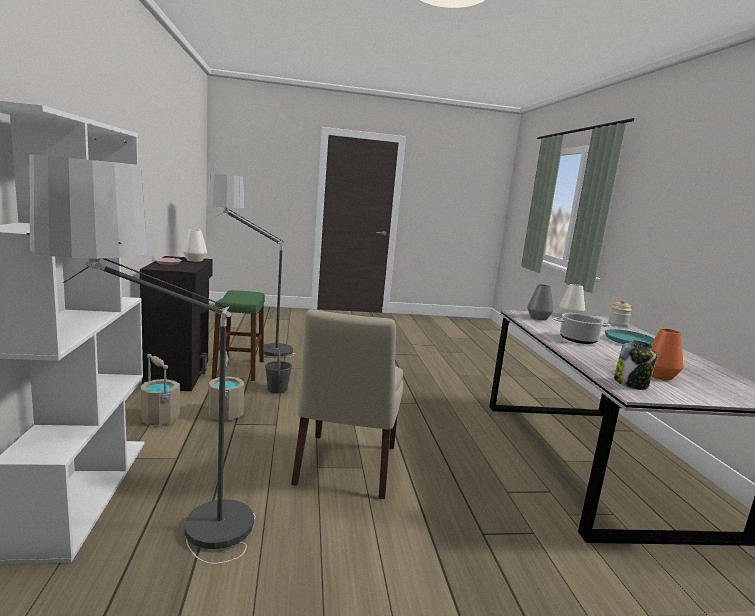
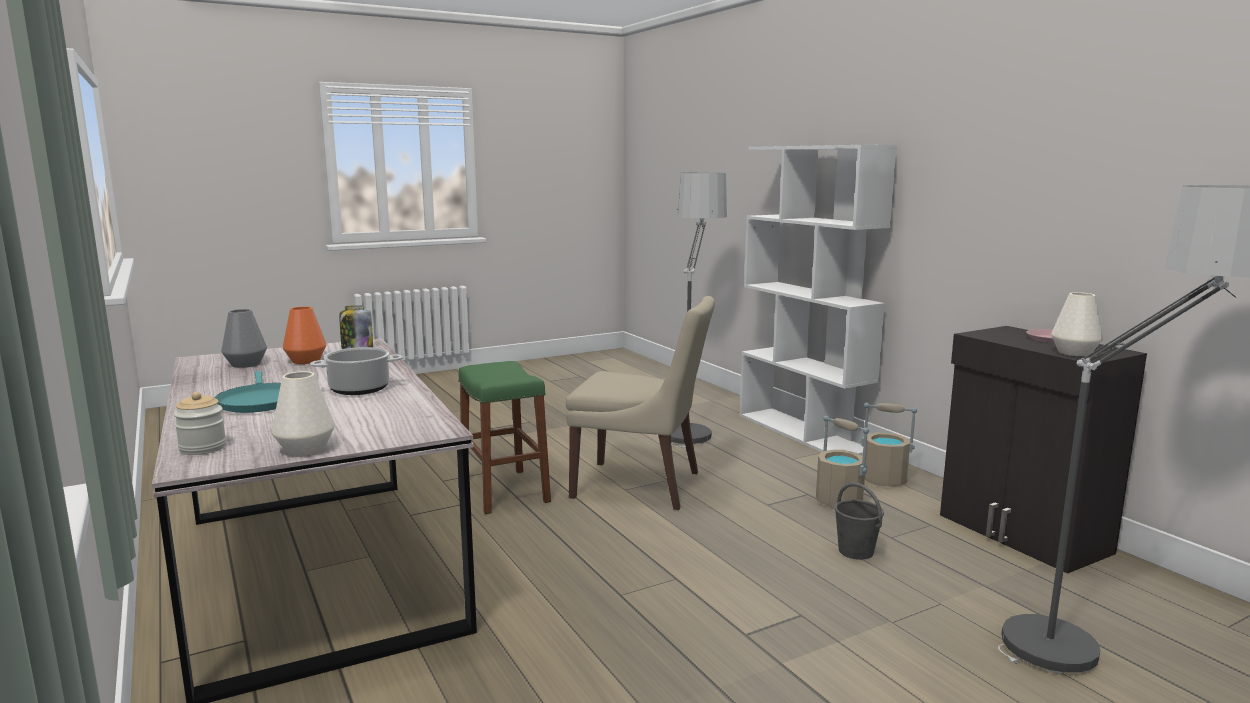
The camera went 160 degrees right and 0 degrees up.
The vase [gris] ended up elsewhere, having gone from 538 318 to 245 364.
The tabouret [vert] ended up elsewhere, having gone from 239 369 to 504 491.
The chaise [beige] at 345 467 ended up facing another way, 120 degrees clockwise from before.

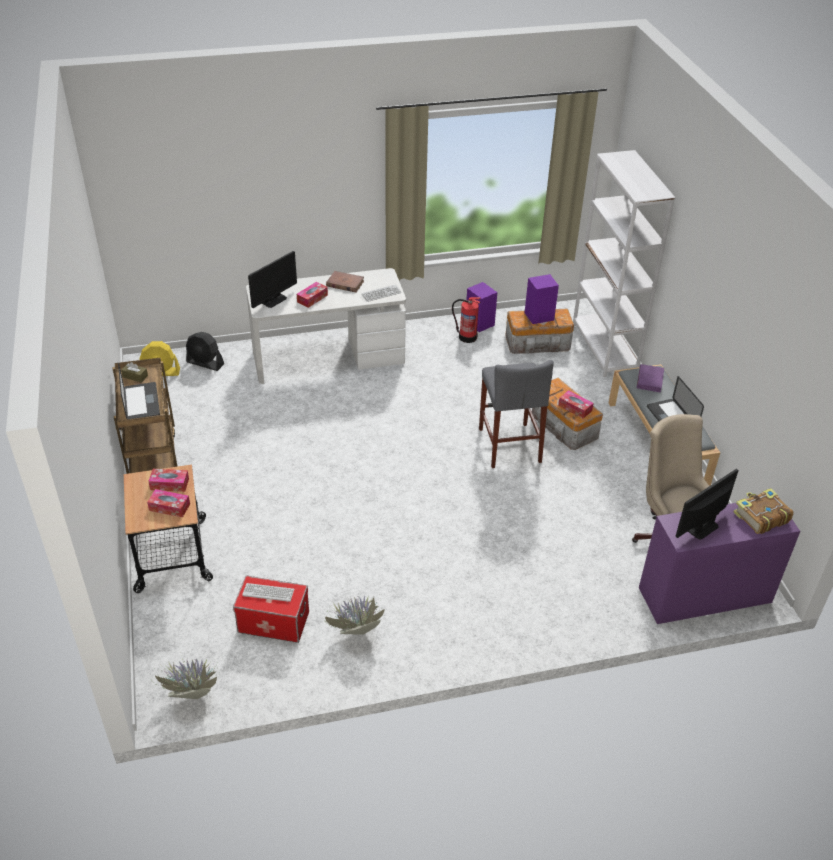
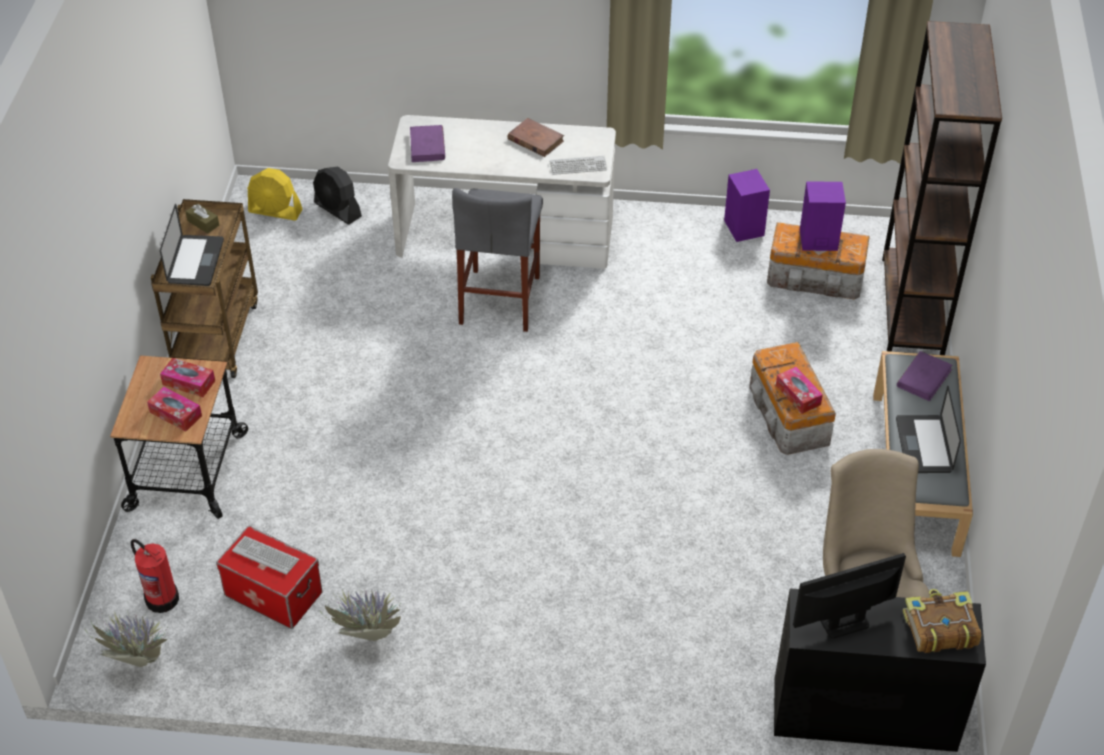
The camera went 20 degrees right and 5 degrees up.
The extincteur ended up elsewhere, having gone from 467 337 to 161 598.
Where the écran d'ordinateur stood at 273 300, the livre [violet] came to stand at 427 146.
The tabouret [gris] ended up elsewhere, having gone from 509 445 to 500 300.
What was the bureau [violet] at 705 595 turned into the bureau [noir] at 864 714.
What was the bibliothèque [blanc] at 604 348 turned into the bibliothèque [marron] at 912 306.
The second view lost the boîte à mouchoirs at 312 298.

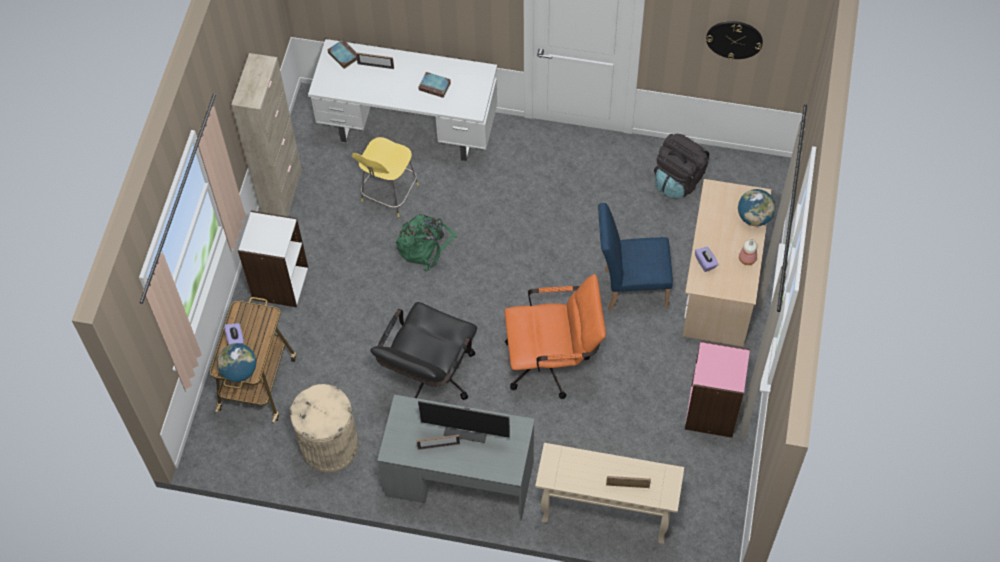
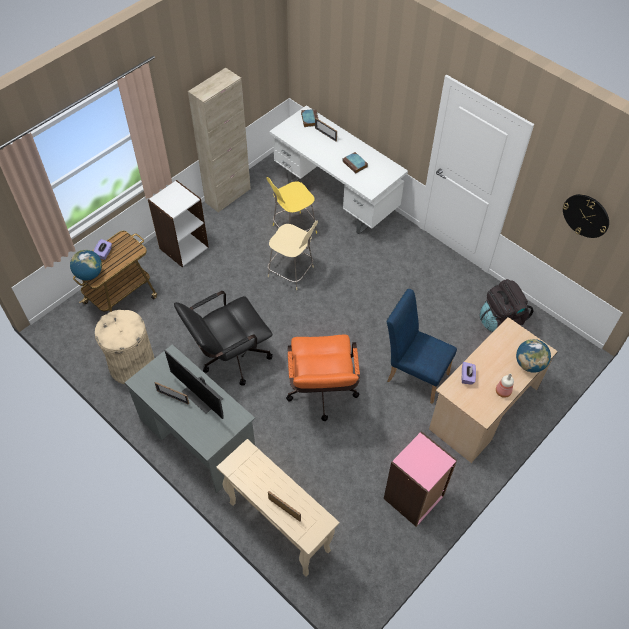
The camera went 30 degrees right and 5 degrees down.
Where the sac à dos [vert] stood at 425 246, the tabouret [beige] came to stand at 292 272.
The chaise de bureau [orange] at 553 362 ended up facing another way, 60 degrees clockwise from before.

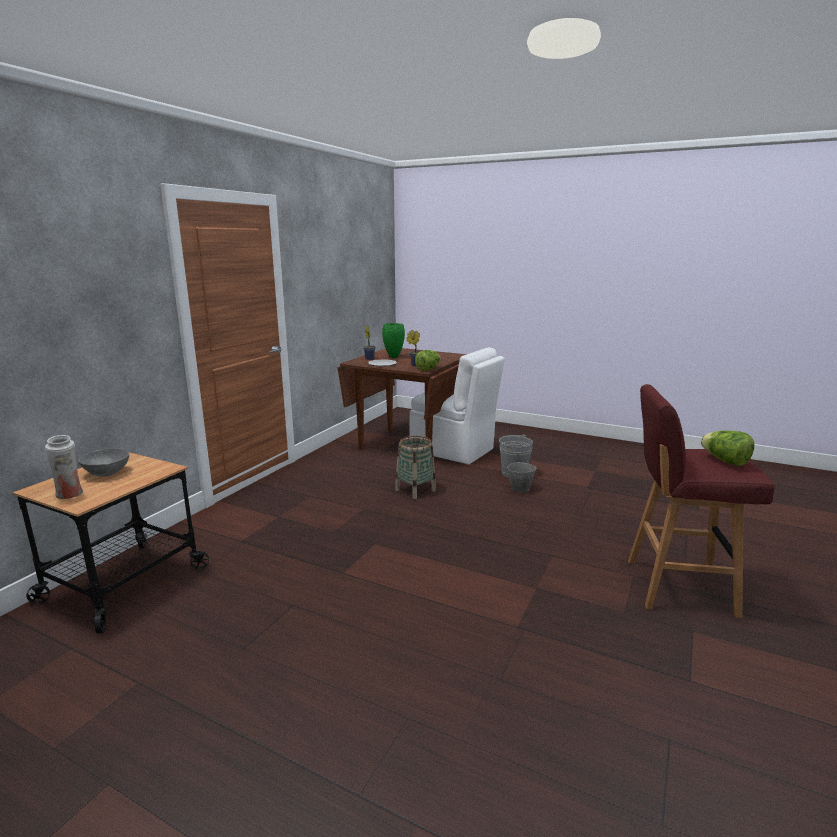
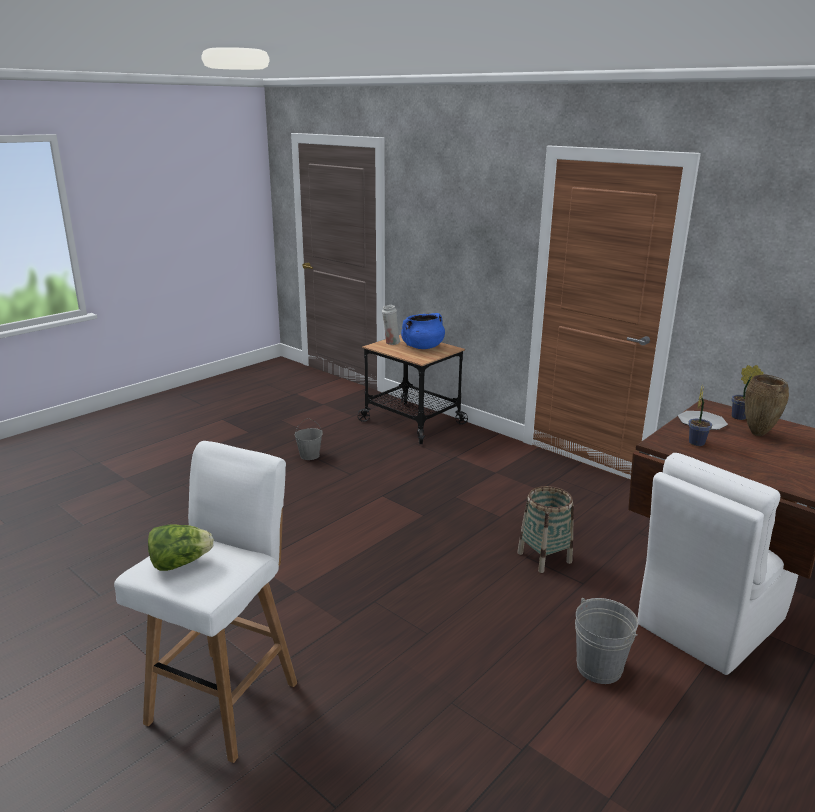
The camera went 105 degrees right and 5 degrees up.
What was the tabouret [rouge] at 676 586 turned into the tabouret [blanc] at 226 700.
The seau [gris] ended up elsewhere, having gone from 520 488 to 309 455.
Where the bol [gris] stood at 107 473, the marmite [bleu] came to stand at 422 347.
What was the vase [vert] at 394 357 turned into the vase [marron] at 758 434.
The second view lost the laitue at 428 369.

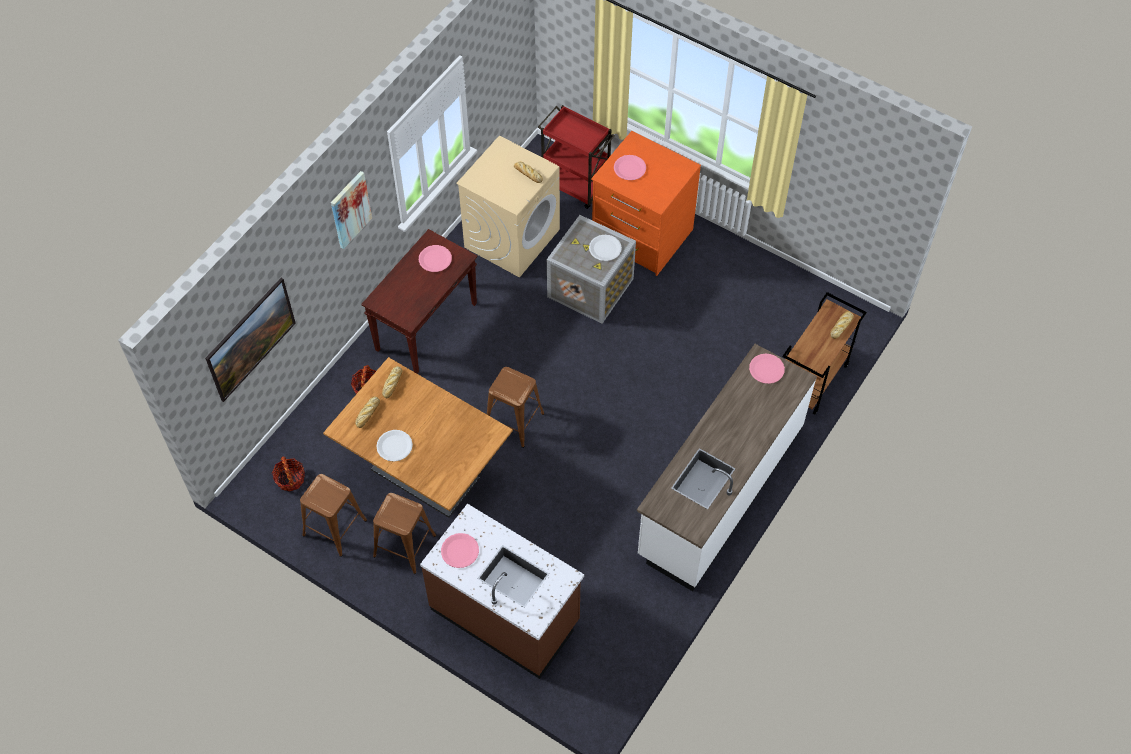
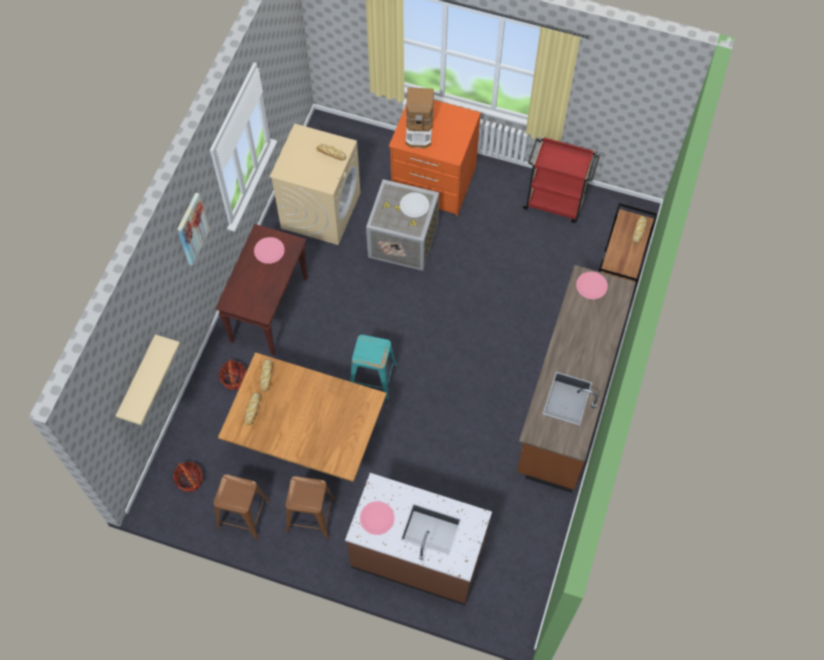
The camera went 15 degrees left and 5 degrees up.
Where the tableau hung at 254 350, the étagère [beige] came to hang at 138 379.
What was the tabouret [marron] at 514 421 turned into the tabouret [turquoise] at 373 377.
Where the assiette [rose] stood at 630 168, the machine à café came to stand at 420 129.
What was the comptoir de cuisine [blanc] at 719 491 turned into the comptoir de cuisine [marron] at 568 397.
The chariot [rouge] ended up elsewhere, having gone from 575 185 to 555 202.
The second view lost the assiette [blanc] at 394 446.

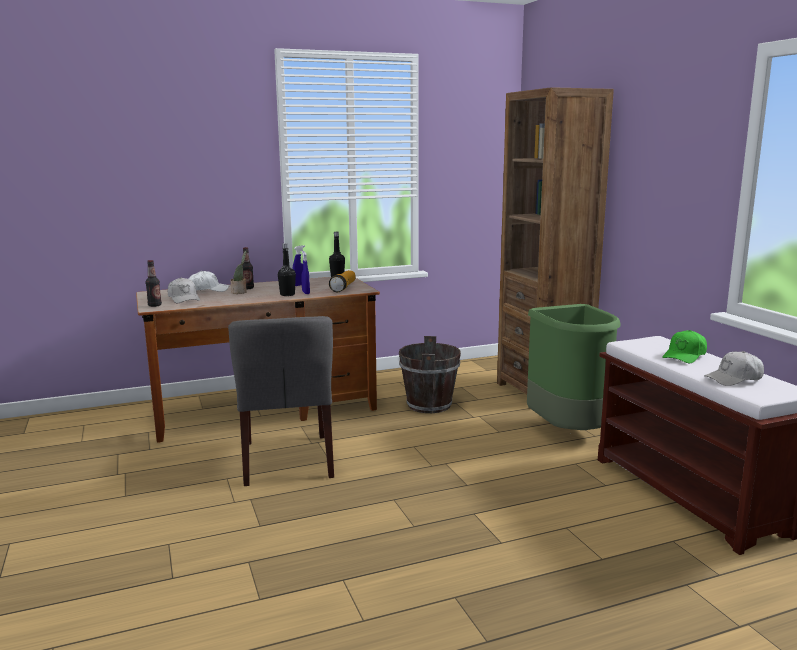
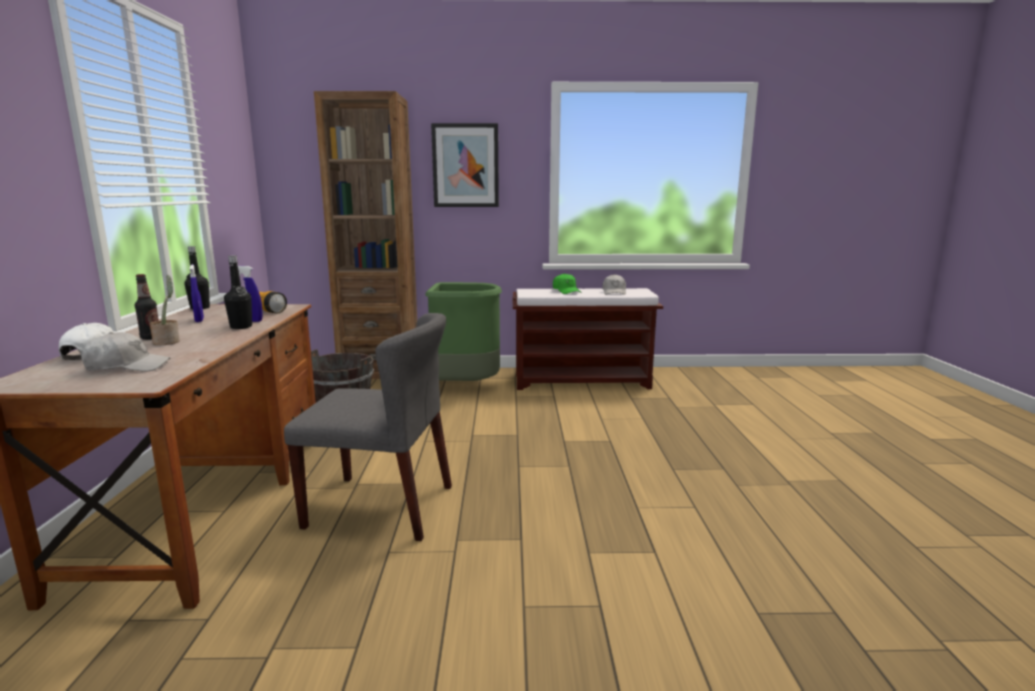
The camera went 70 degrees left and 0 degrees up.
The second view gained the tableau at 465 166.
The second view lost the bouteille at 154 305.

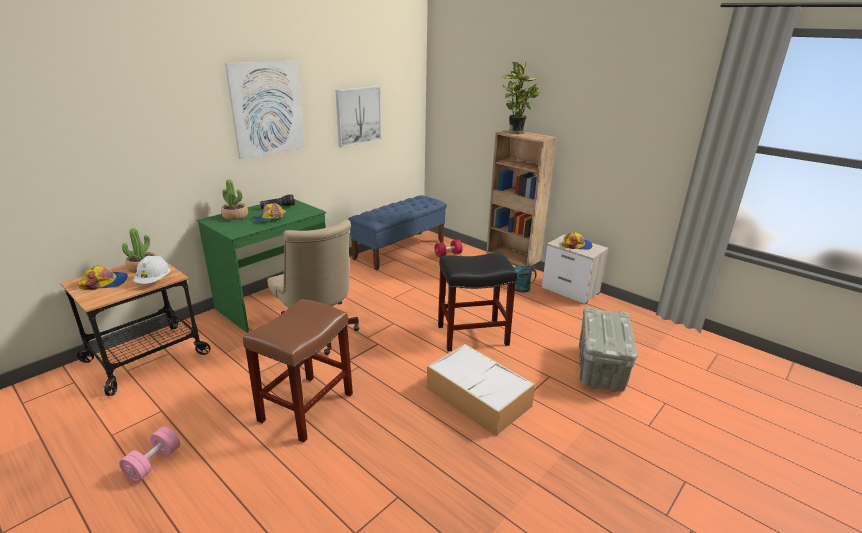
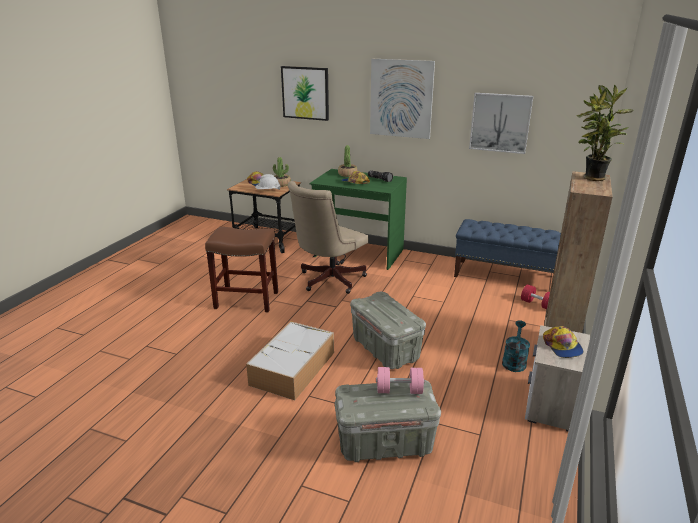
The camera went 70 degrees right and 0 degrees up.
The second view gained the tableau at 305 93.
Where the tabouret [noir] stood at 473 335, the boîte de rangement [gris] came to stand at 386 349.
The haltère [rose] ended up elsewhere, having gone from 153 463 to 399 390.

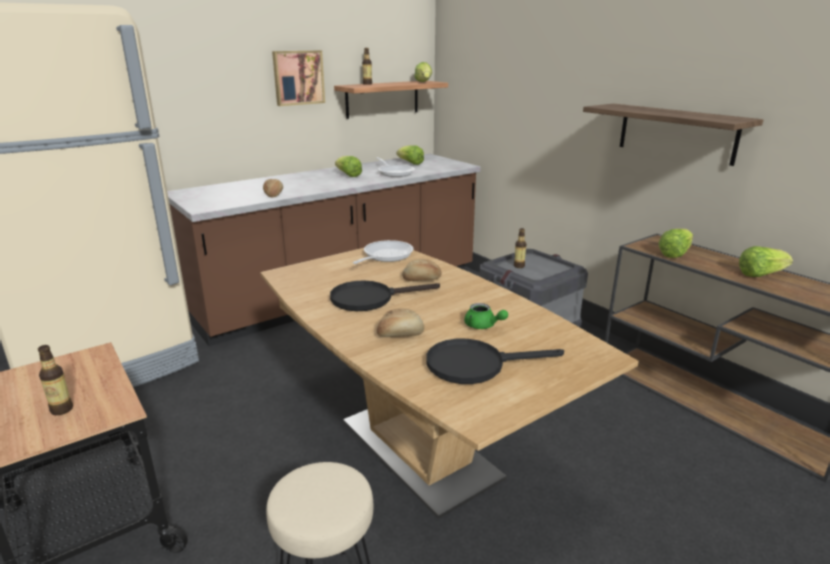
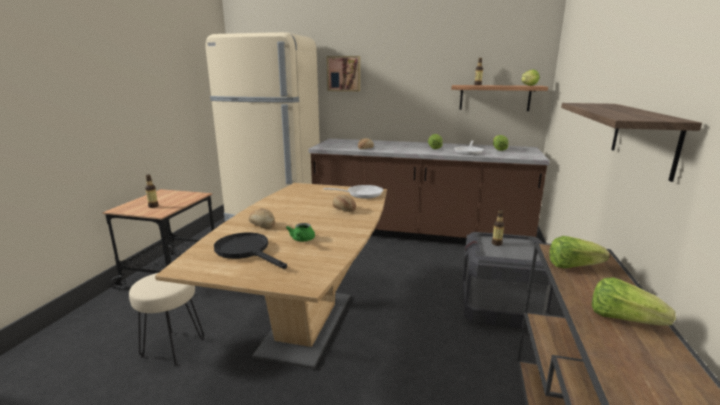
The camera went 50 degrees right and 5 degrees down.
The tableau ended up elsewhere, having gone from 298 77 to 344 73.
The second view lost the poêle [noir] at 370 298.

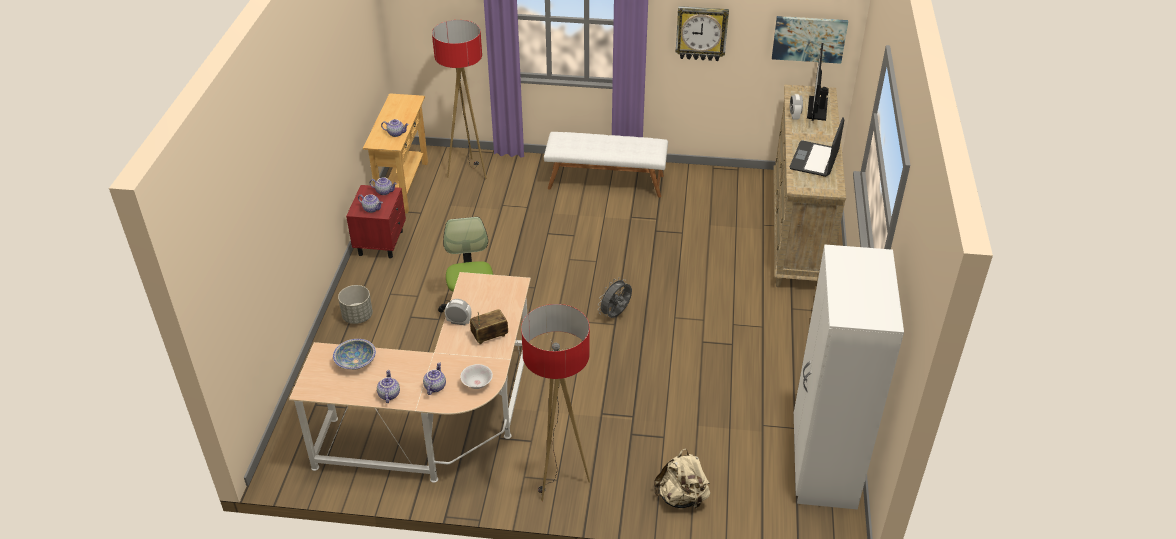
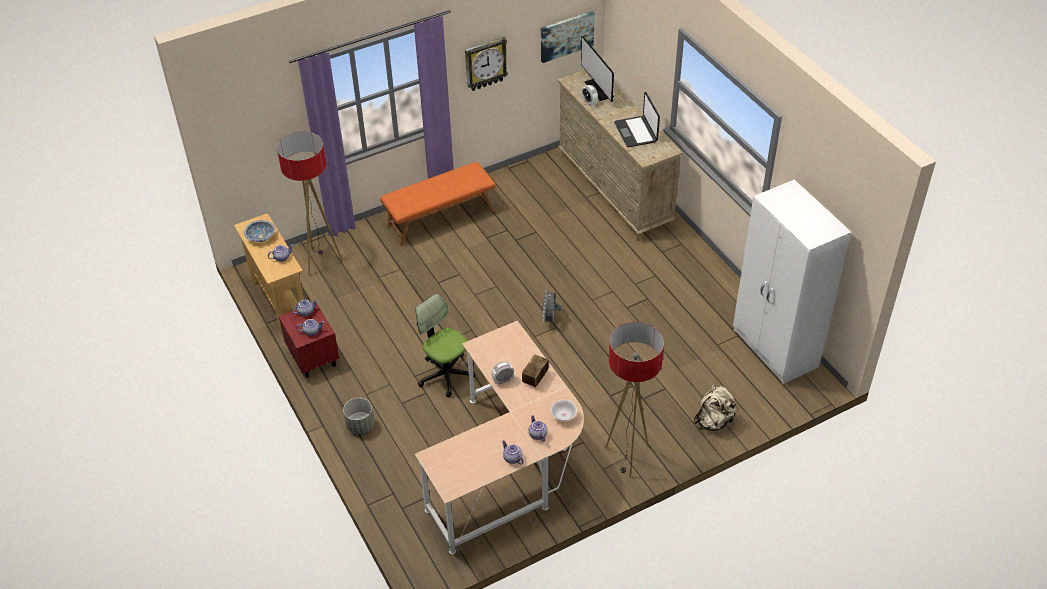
The camera went 35 degrees left and 5 degrees up.
The bol ended up elsewhere, having gone from 355 361 to 260 236.
What was the banc [blanc] at 606 181 turned into the banc [orange] at 440 218.

